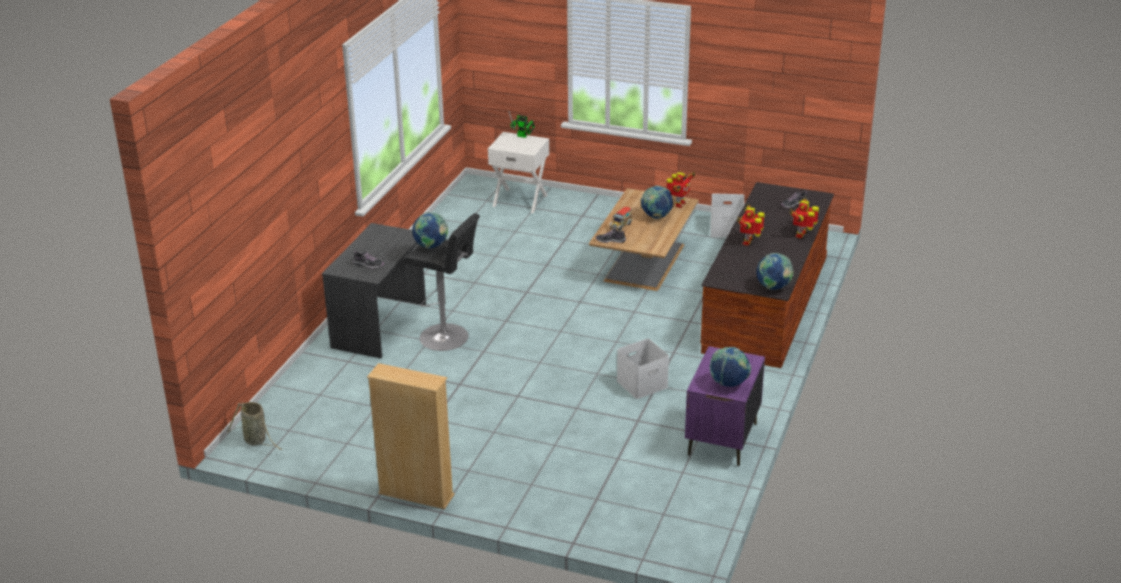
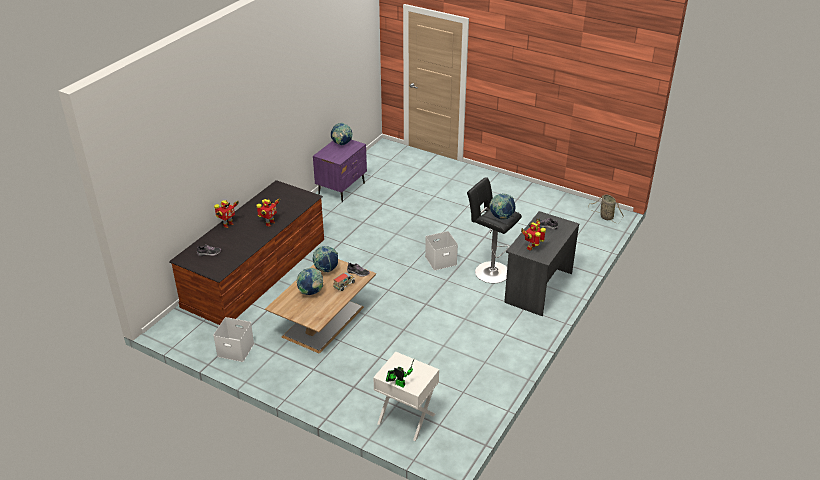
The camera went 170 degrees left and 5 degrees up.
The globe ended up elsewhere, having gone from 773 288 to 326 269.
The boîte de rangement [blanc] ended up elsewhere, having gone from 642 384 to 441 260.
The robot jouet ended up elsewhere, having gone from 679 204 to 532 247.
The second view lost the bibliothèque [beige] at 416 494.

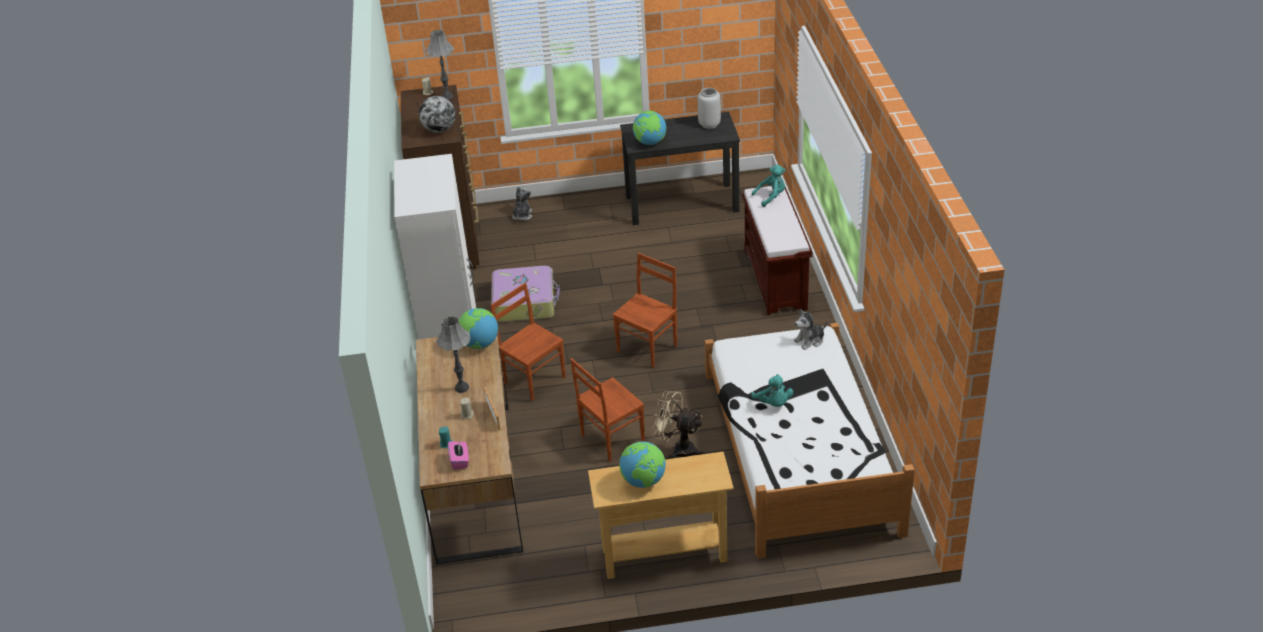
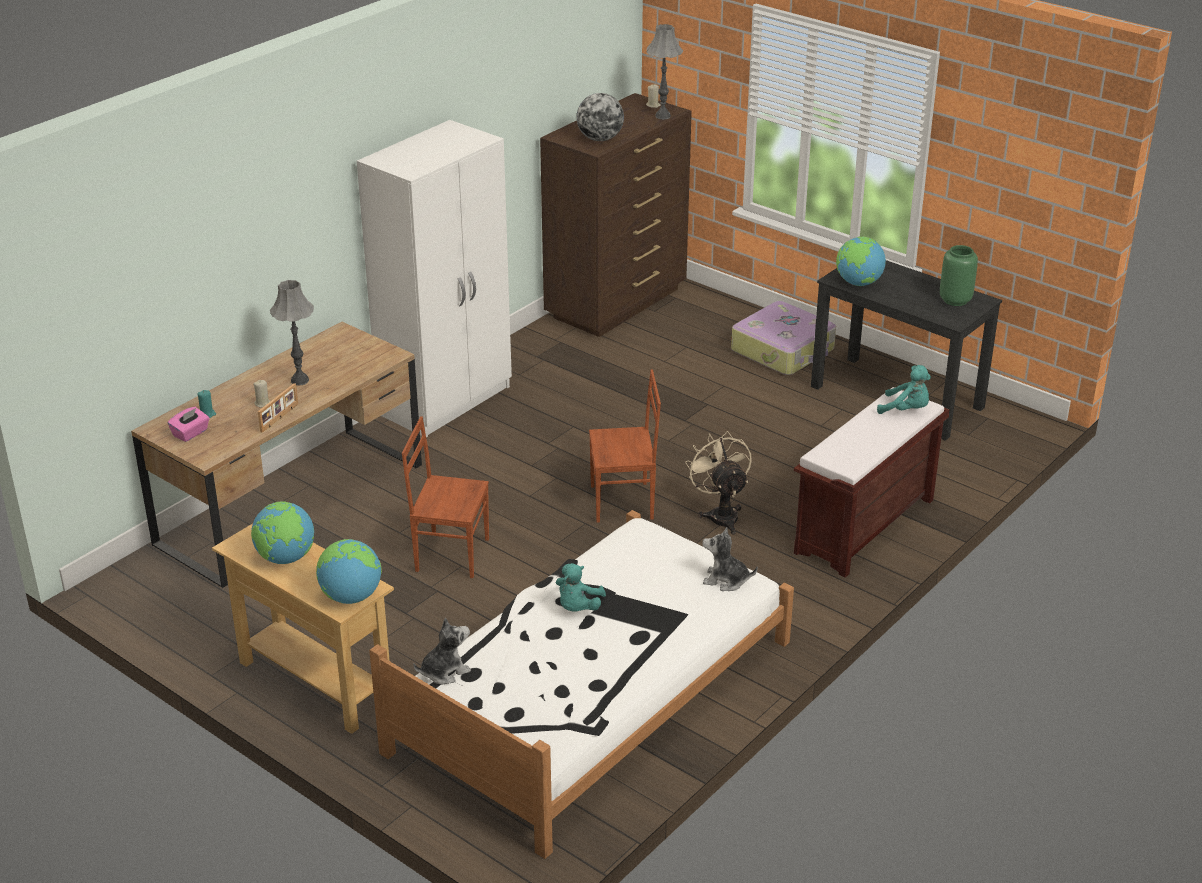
The camera went 45 degrees right and 5 degrees down.
The globe ended up elsewhere, having gone from 479 344 to 351 596.
The peluche ended up elsewhere, having gone from 522 216 to 444 671.
The ventilateur [beige] ended up elsewhere, having gone from 678 449 to 721 514.
The valise ended up elsewhere, having gone from 525 302 to 784 350.
What was the vase [gris] at 709 124 turned into the vase [vert] at 955 300.
The second view lost the chaise [marron] at 534 379.

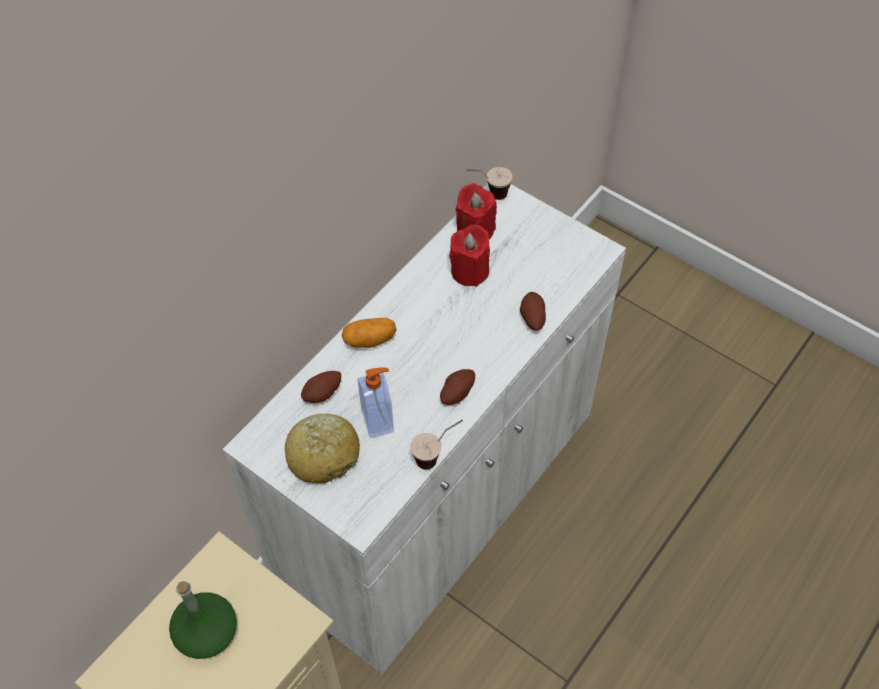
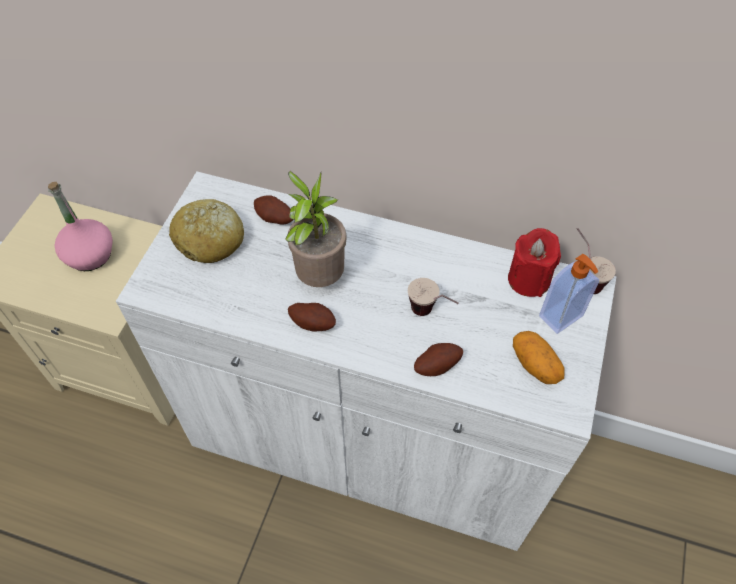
The camera went 70 degrees right and 0 degrees up.
What was the bouteille [vert] at 207 633 turned into the bouteille [rose] at 90 255.
The second view gained the plante en pot at 319 277.
The tasse ended up elsewhere, having gone from 437 455 to 431 315.
The pomme de terre ended up elsewhere, having gone from 370 339 to 535 365.
The distributeur de savon ended up elsewhere, having gone from 379 420 to 562 317.
The second view lost the bougie [rouge] at 470 271.

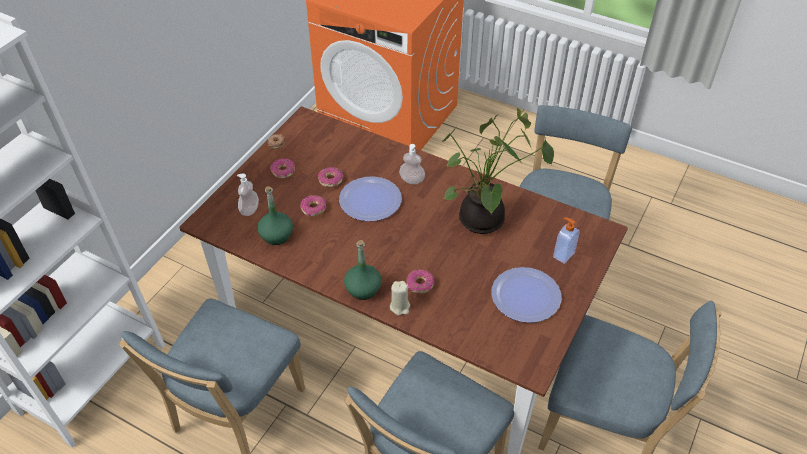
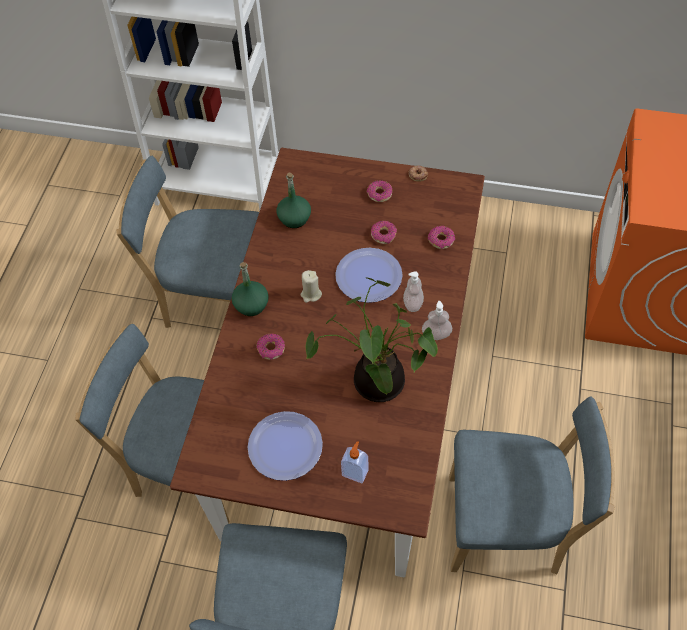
The camera went 75 degrees right and 10 degrees up.
The bougie [beige] ended up elsewhere, having gone from 400 307 to 311 294.
The distributeur de savon ended up elsewhere, having gone from 249 210 to 436 334.
The beignet ended up elsewhere, having gone from 314 209 to 441 240.

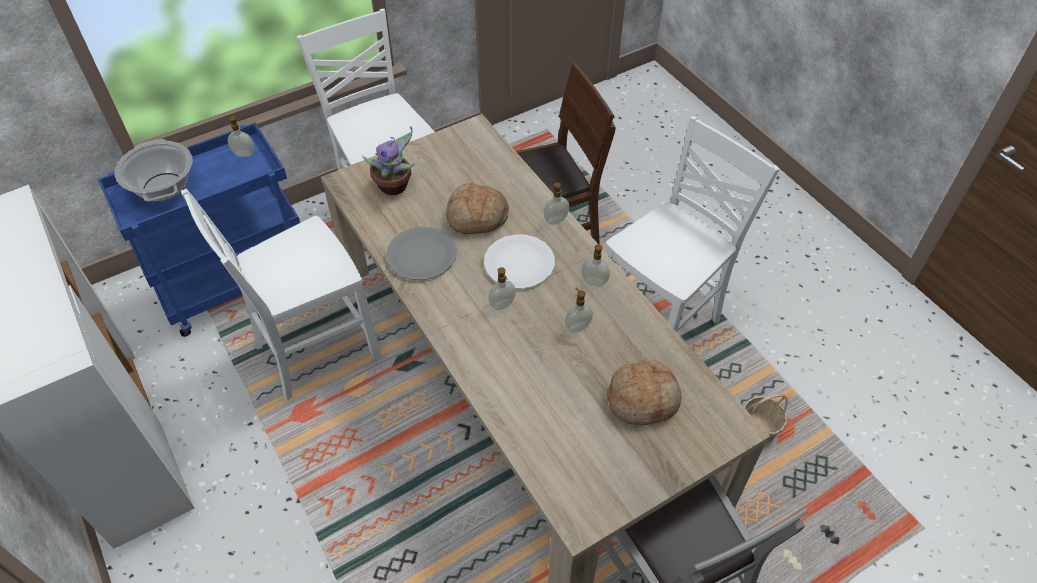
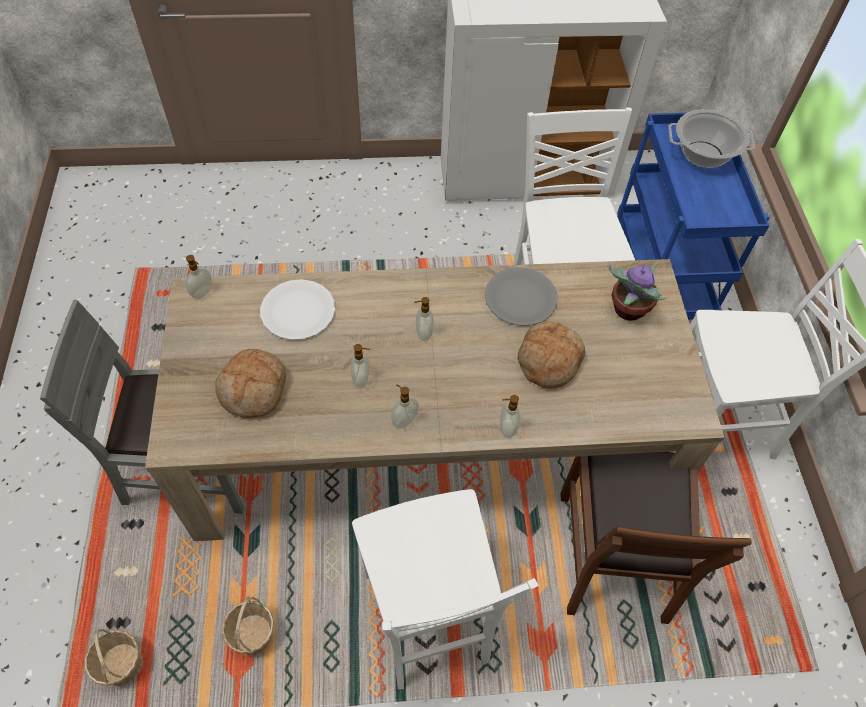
The camera went 115 degrees right and 5 degrees up.
The second view gained the panier at 122 664.
The distributeur de savon ended up elsewhere, having gone from 244 153 to 203 293.
The assiette [blanc] ended up elsewhere, having gone from 519 263 to 298 311.

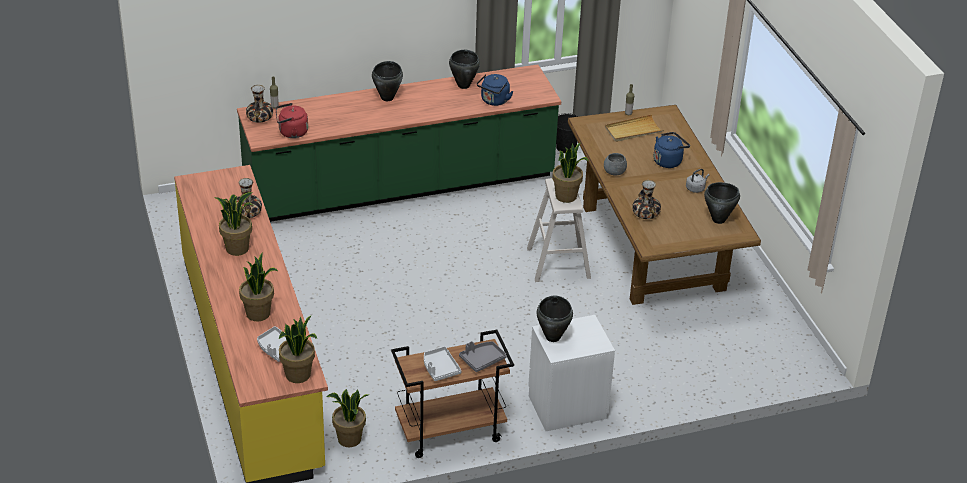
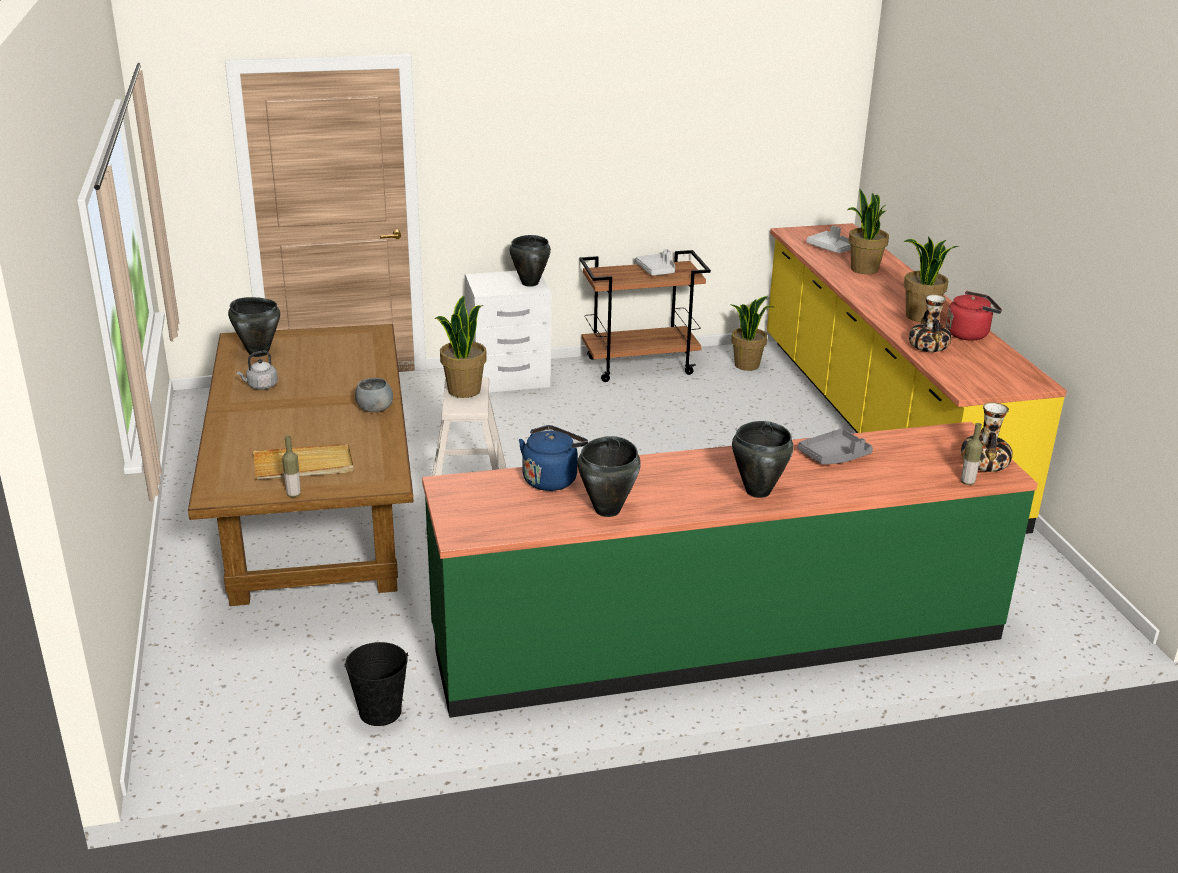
The camera went 175 degrees left and 10 degrees down.
The plateau [gris] ended up elsewhere, having gone from 482 360 to 834 456.
The bouilloire [rouge] ended up elsewhere, having gone from 291 132 to 969 334.
The second view lost the plante en pot at 298 375.
The second view lost the vase at 646 214.
The second view lost the bouilloire [bleu] at 668 161.

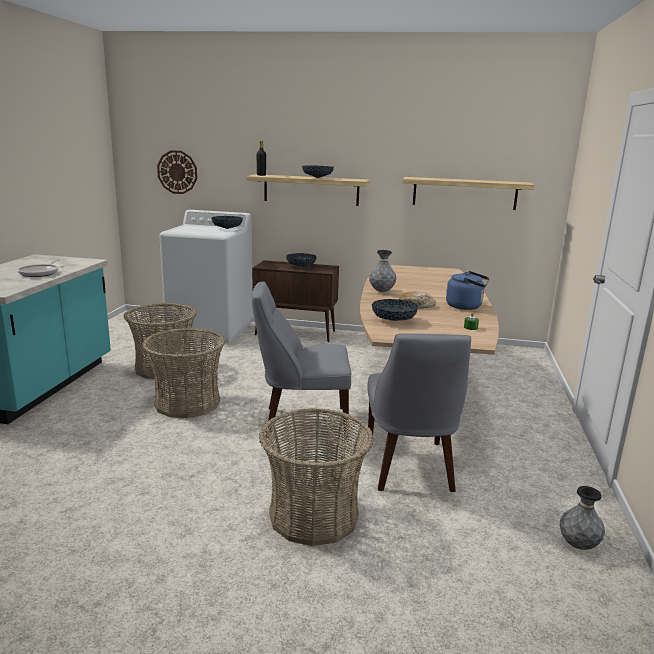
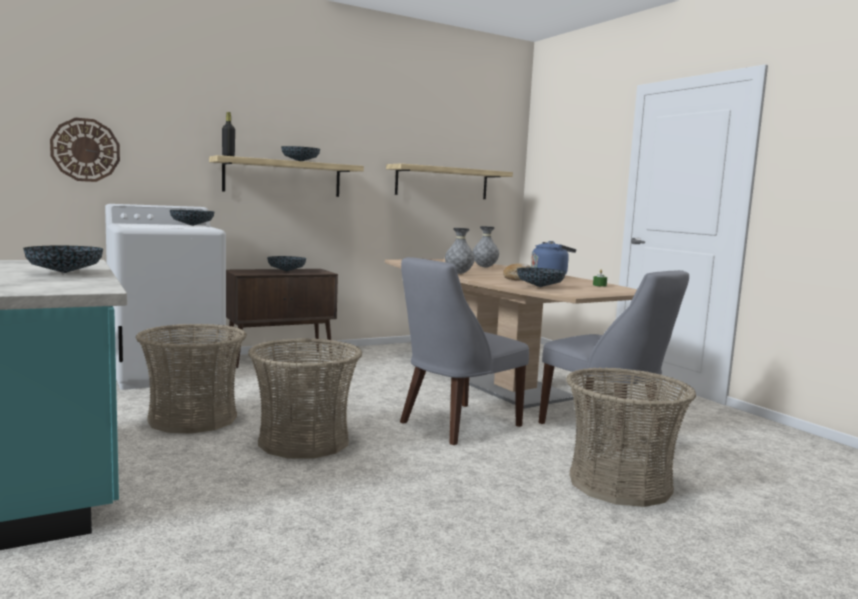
The camera went 40 degrees left and 10 degrees down.
Where the poêle stood at 40 273, the bol came to stand at 64 273.
The vase [gris] ended up elsewhere, having gone from 578 545 to 484 267.

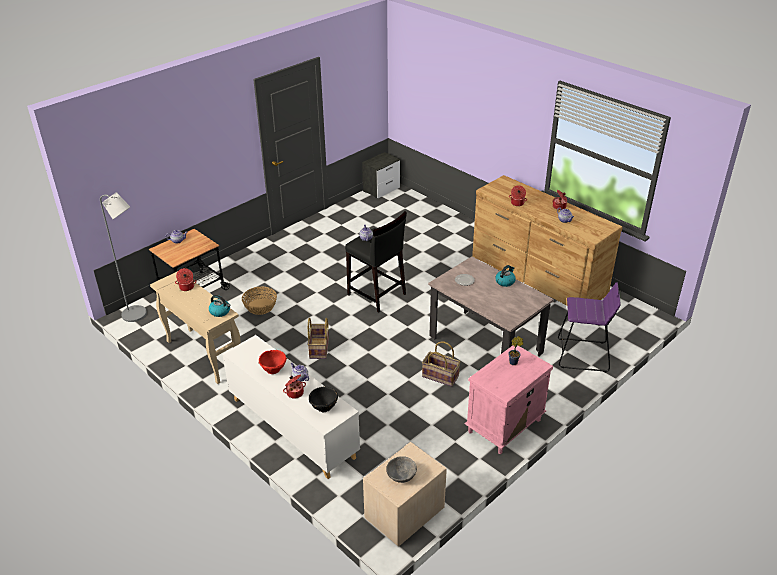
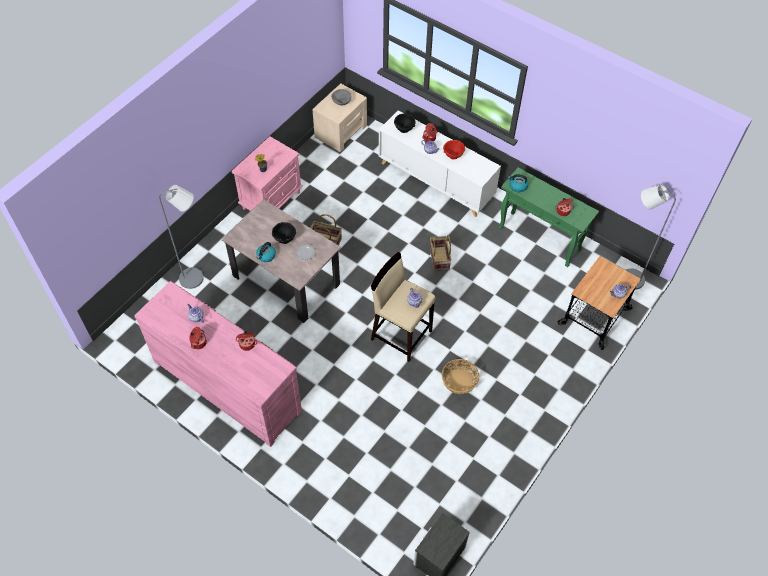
The camera went 170 degrees right and 20 degrees up.
What was the commode [marron] at 537 277 turned into the commode [rose] at 227 385.
Where the tabouret [violet] stood at 582 355, the lampadaire [gris] came to stand at 196 278.
The second view gained the bol [noir] at 284 239.
What was the tabouret [noir] at 376 295 turned into the tabouret [beige] at 401 334.
The panier ended up elsewhere, having gone from 260 306 to 459 381.
What was the table console [beige] at 203 355 turned into the table console [vert] at 540 239.

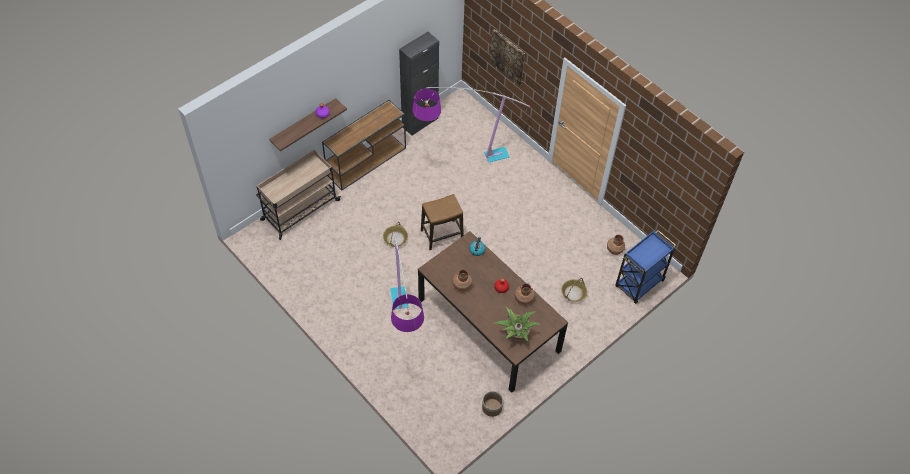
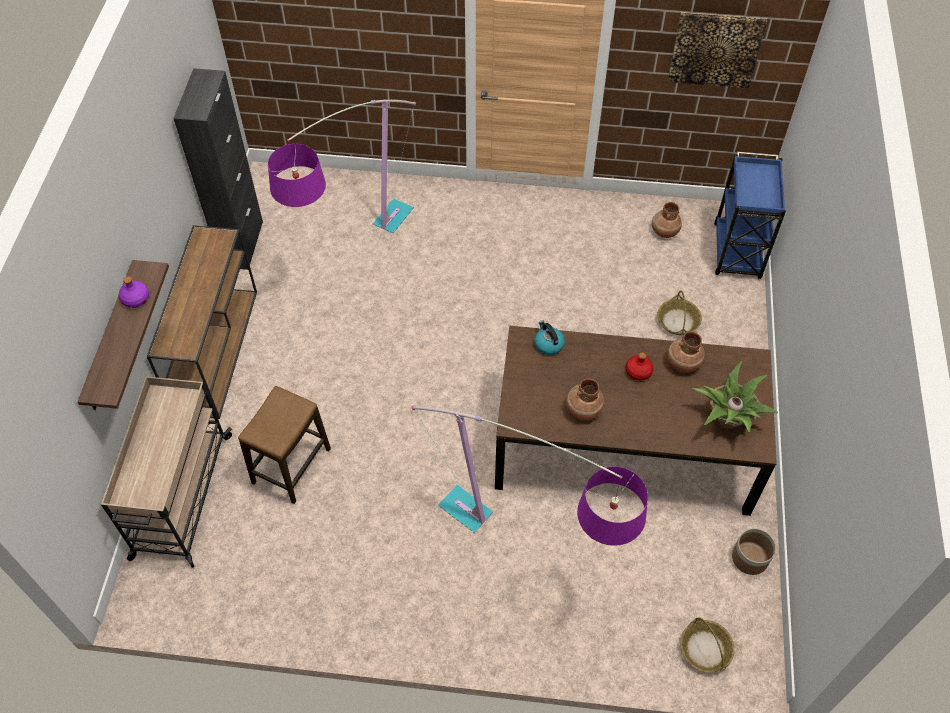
The camera went 40 degrees left and 0 degrees up.
The tabouret ended up elsewhere, having gone from 442 235 to 291 466.
The tableau ended up elsewhere, having gone from 508 56 to 715 49.
The panier ended up elsewhere, having gone from 395 238 to 705 649.

